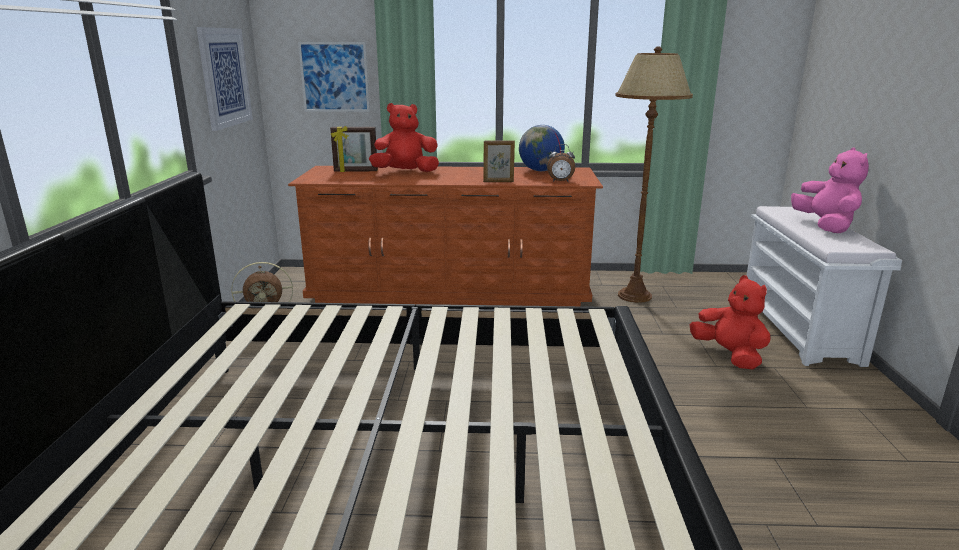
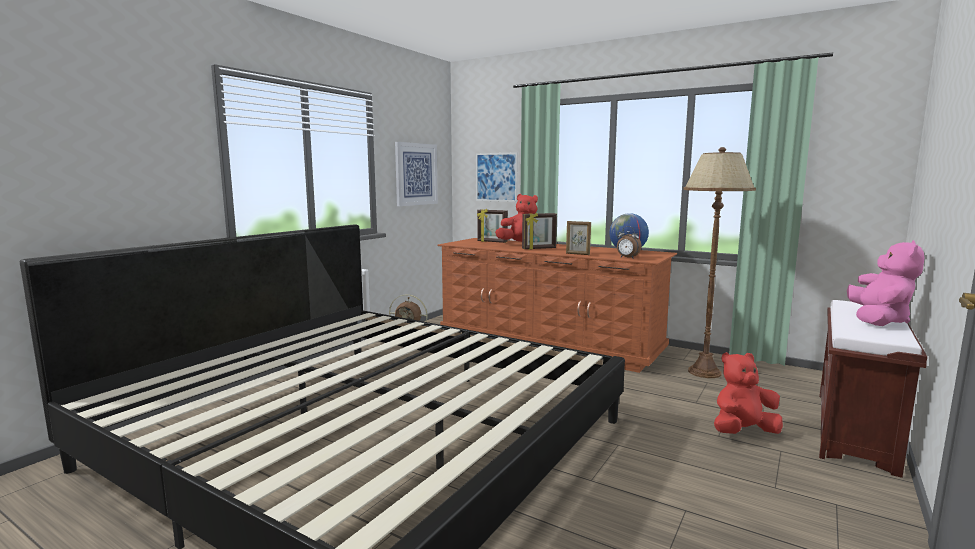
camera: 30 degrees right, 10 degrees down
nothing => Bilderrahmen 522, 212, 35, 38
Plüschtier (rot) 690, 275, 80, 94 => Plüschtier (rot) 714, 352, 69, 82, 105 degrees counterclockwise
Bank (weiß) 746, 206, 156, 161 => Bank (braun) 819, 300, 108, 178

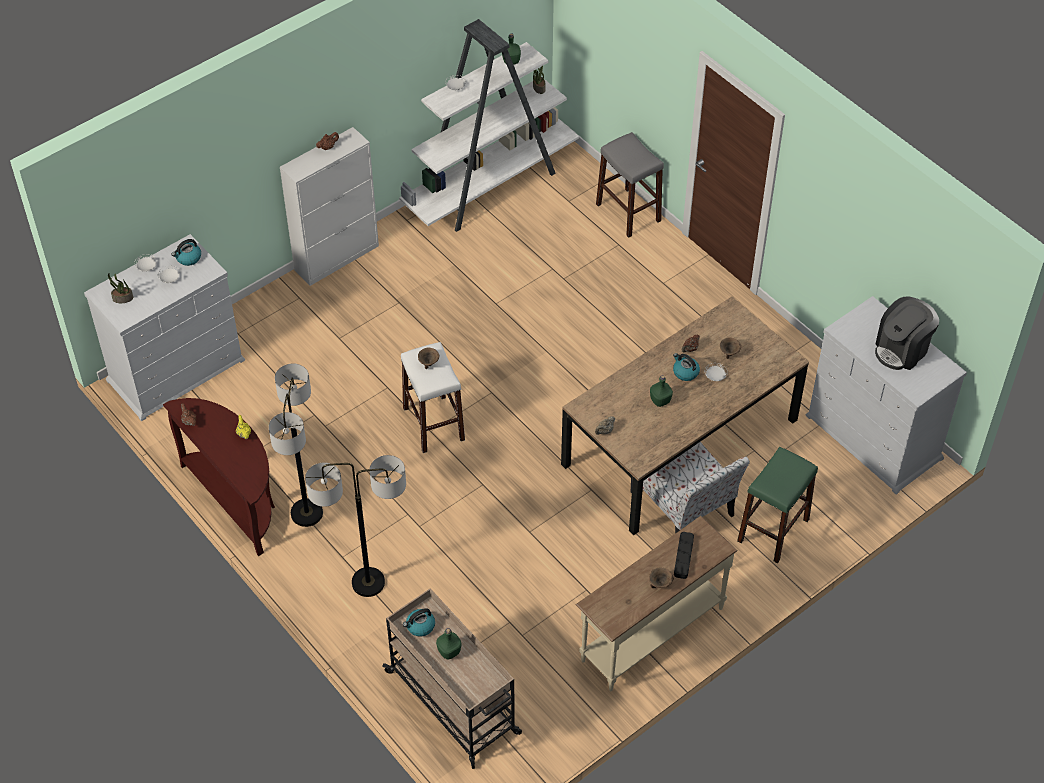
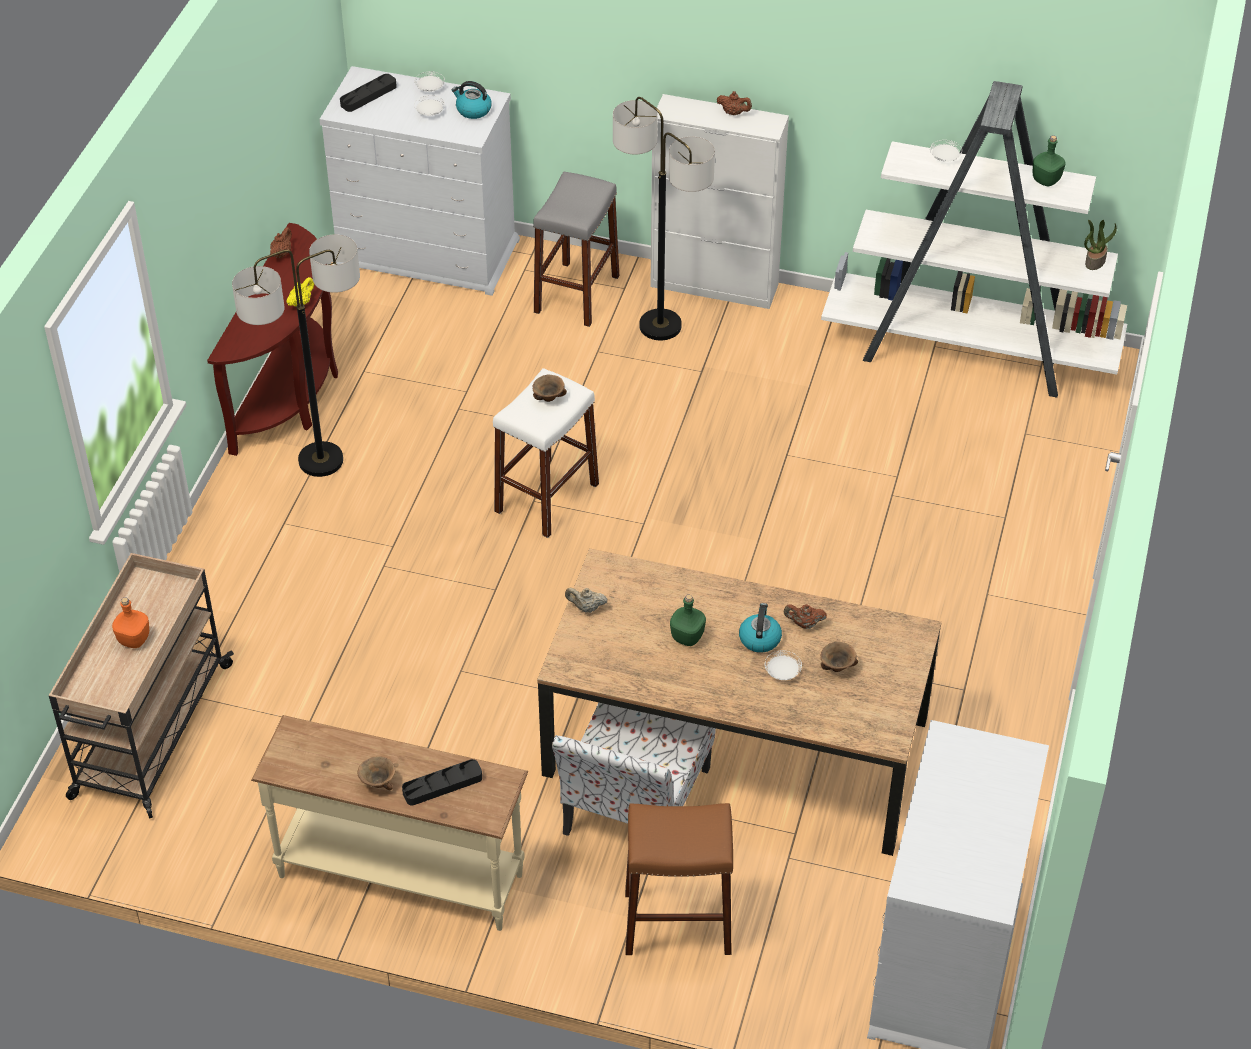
camera: 55 degrees right, 5 degrees down
Flasche (grün) 436, 628, 25, 31 => Flasche (orange) 112, 598, 37, 50
Topfpflanze 108, 273, 25, 30 => Tablett (schwarz) 340, 74, 57, 38
Hocker (grau) 596, 132, 68, 106 => Hocker (grau) 533, 172, 86, 155, shifted
Stehlampe 305, 455, 101, 142 => Stehlampe 613, 97, 102, 243, shifted
Hocker (grün) 737, 447, 81, 116 => Hocker (braun) 625, 803, 108, 152
Wasserkessel 403, 608, 32, 29 => nothing
Kaffeemaschine 875, 296, 64, 74 => nothing

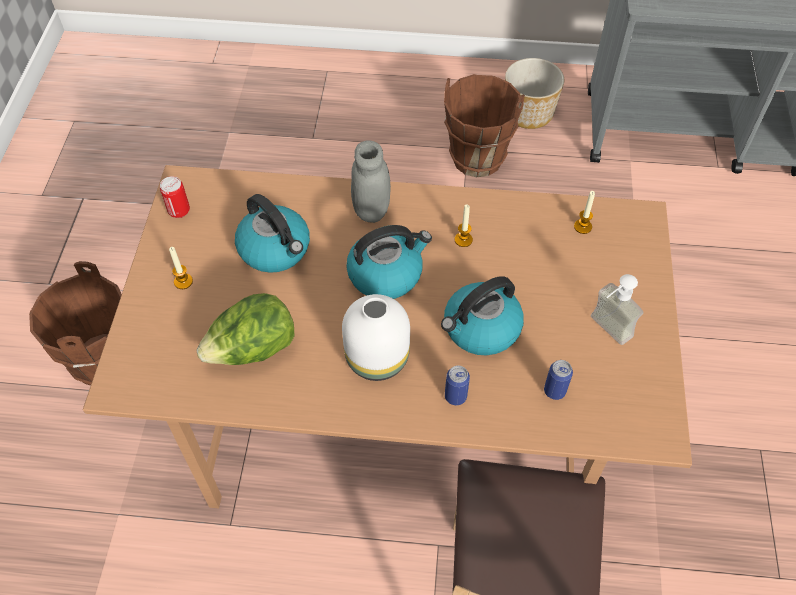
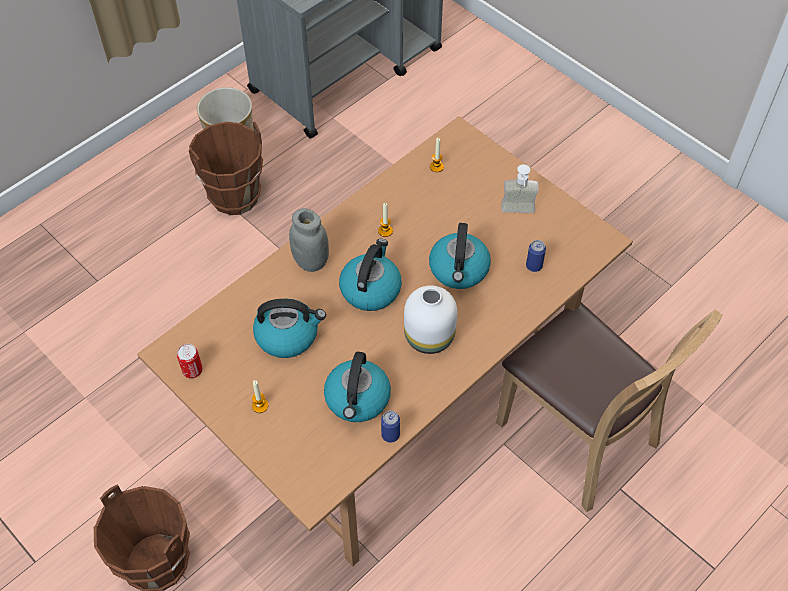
camera: 50 degrees left, 0 degrees up
Salatkopf 196, 293, 99, 72 => Wasserkessel 324, 352, 67, 70
Dose 445, 365, 25, 40 => Dose 381, 411, 19, 32, shifted

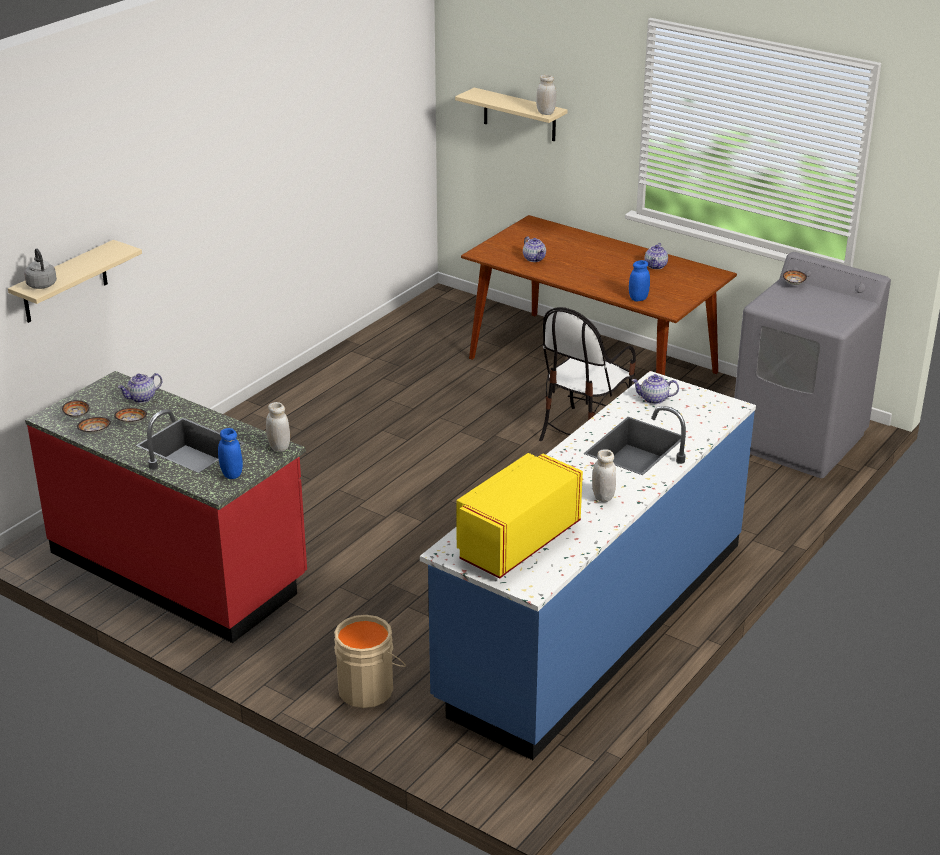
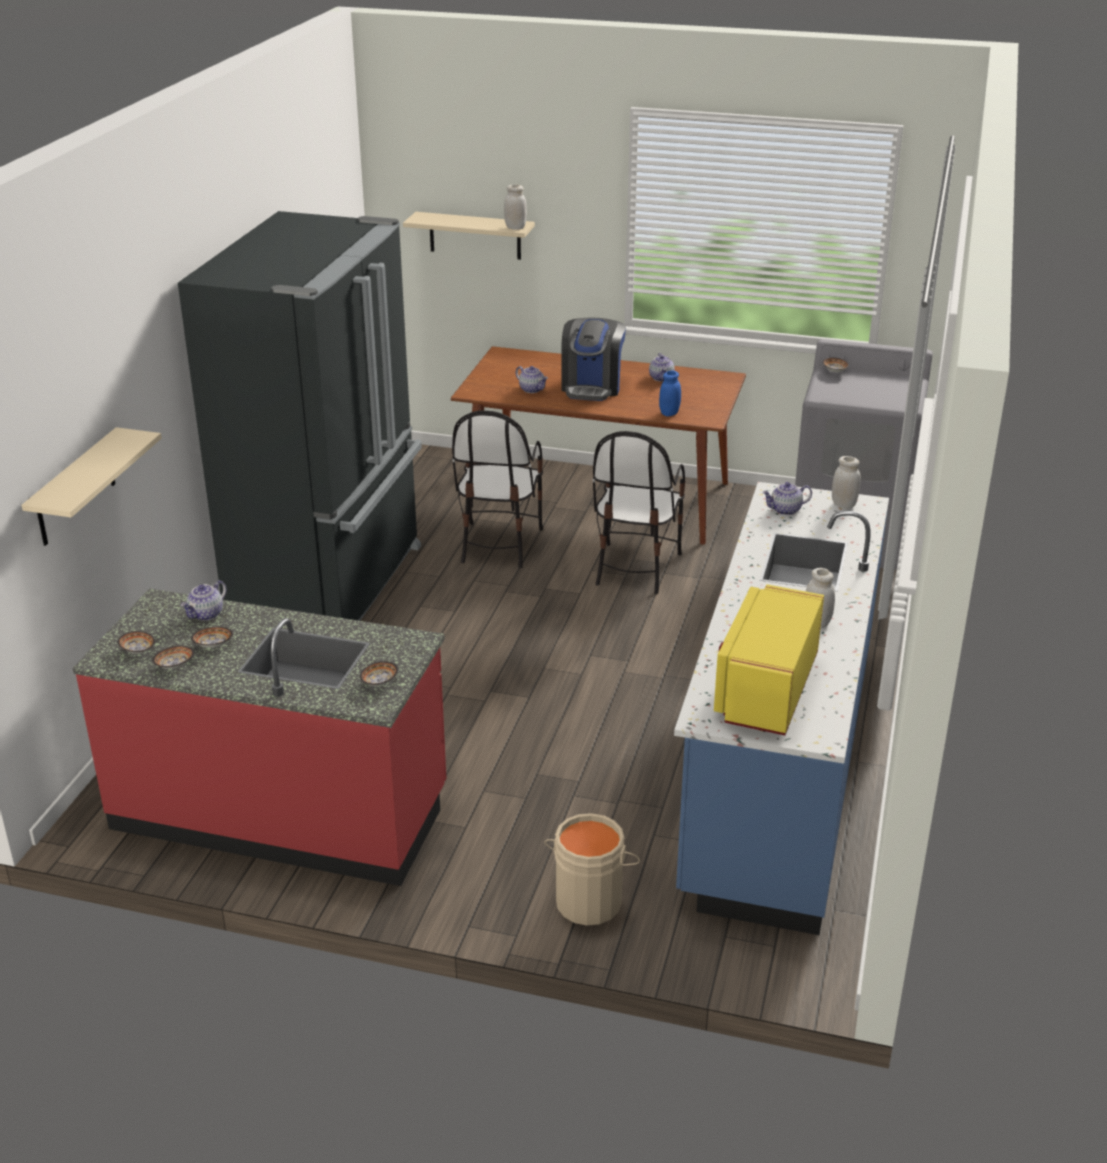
camera: 20 degrees left, 0 degrees up
nothing => Kühlschrank (schwarz) 178, 211, 244, 410
Vorratsglas (blau) 218, 428, 25, 51 => Schüssel 360, 661, 38, 25
nothing => Stuhl 452, 410, 91, 158
nothing => Kaffeemaschine 561, 317, 65, 84
Vorratsglas (weiß) 266, 402, 24, 50 => Vorratsglas (weiß) 832, 456, 29, 53, shifted
Wasserkessel (grau) 24, 248, 33, 41 => nothing

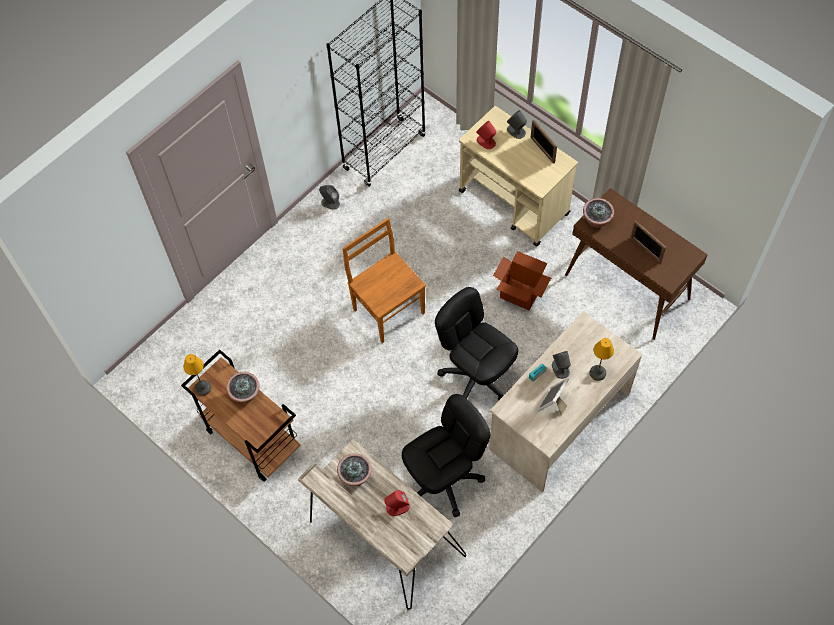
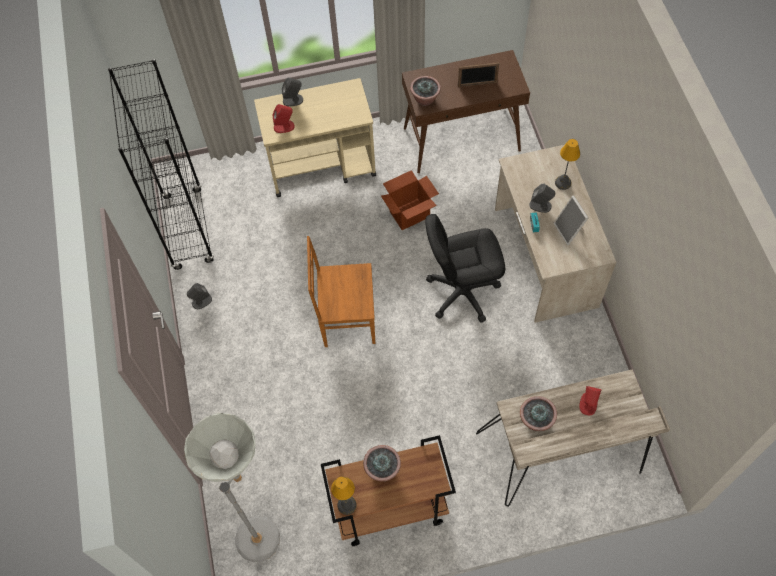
camera: 55 degrees left, 0 degrees up
nothing => Stehlampe (grau) 184, 413, 96, 149
Bürostuhl (schwarz) 402, 394, 88, 123 => nothing
Bilderrahmen 531, 120, 26, 44 => nothing

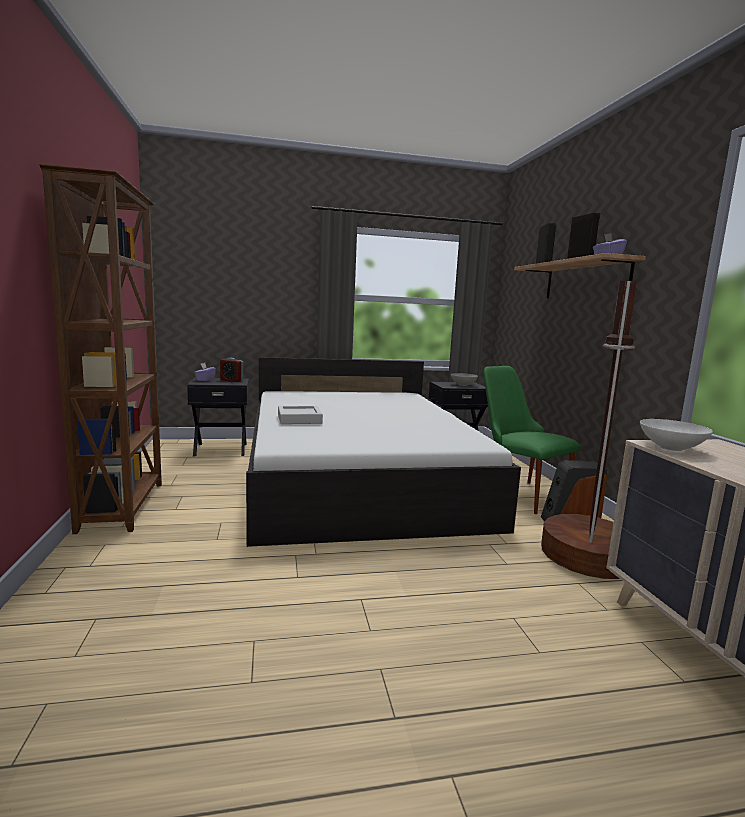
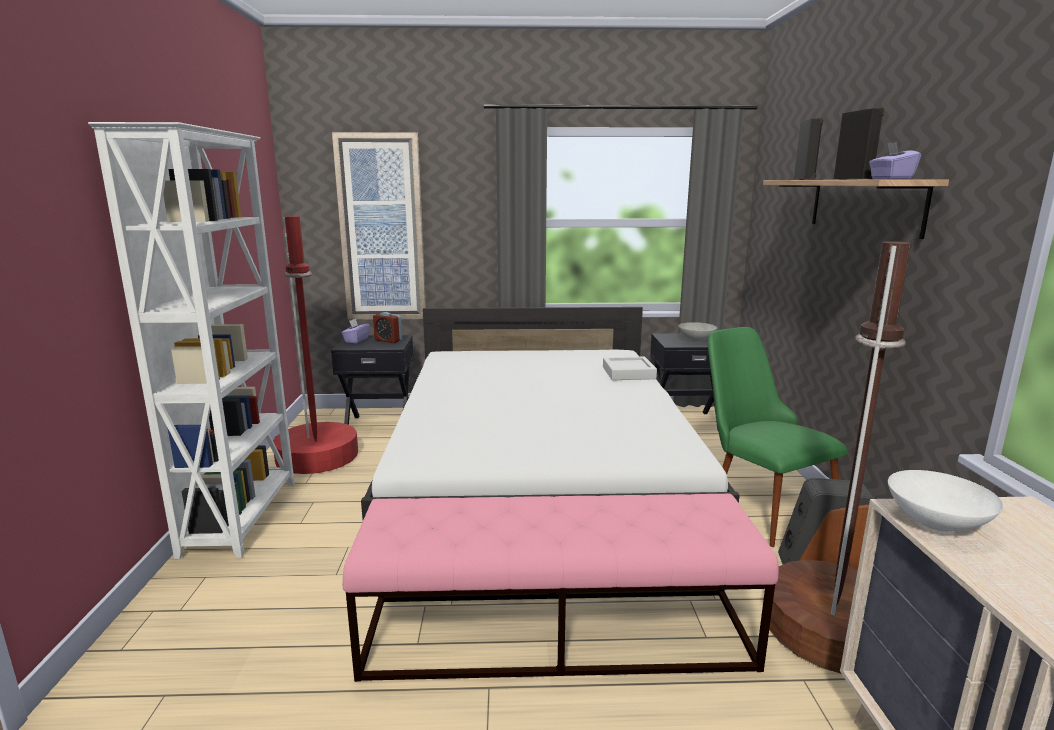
camera: 10 degrees right, 5 degrees up
Bücherregal (braun) 39, 164, 123, 370 => Bücherregal (weiß) 88, 122, 207, 437
nothing => Stehlampe (rot) 273, 216, 85, 258
nothing => Bild 332, 132, 94, 188
nothing => Bank (rosa) 342, 494, 437, 188
Tablett (grau) 278, 406, 45, 18 => Tablett (grau) 603, 356, 54, 24, shifted

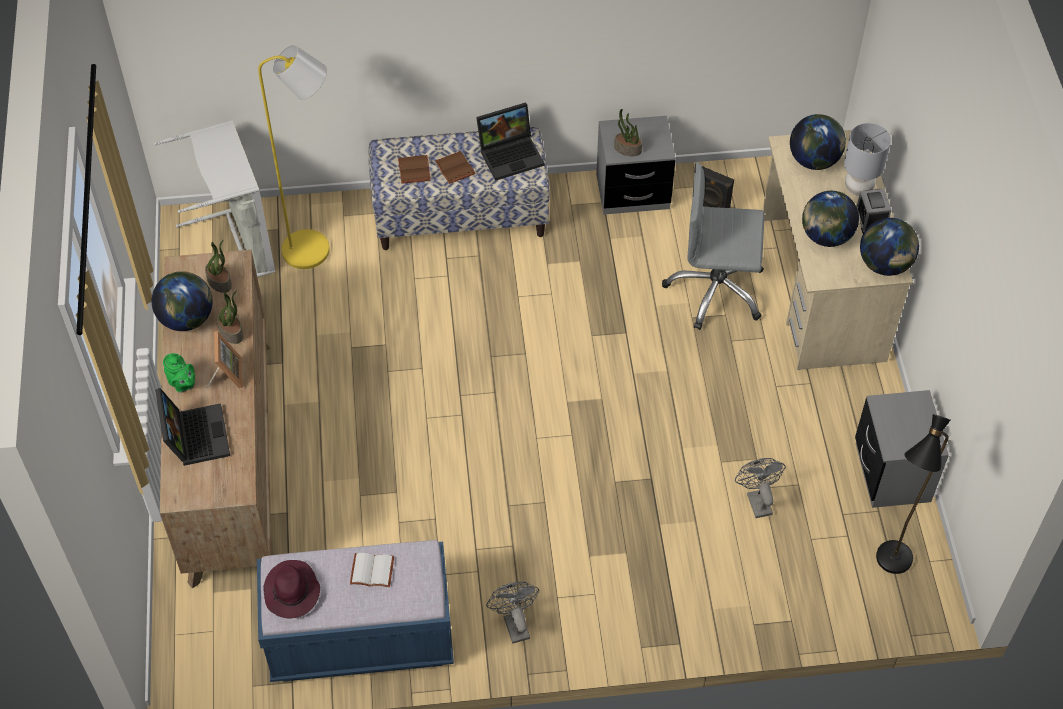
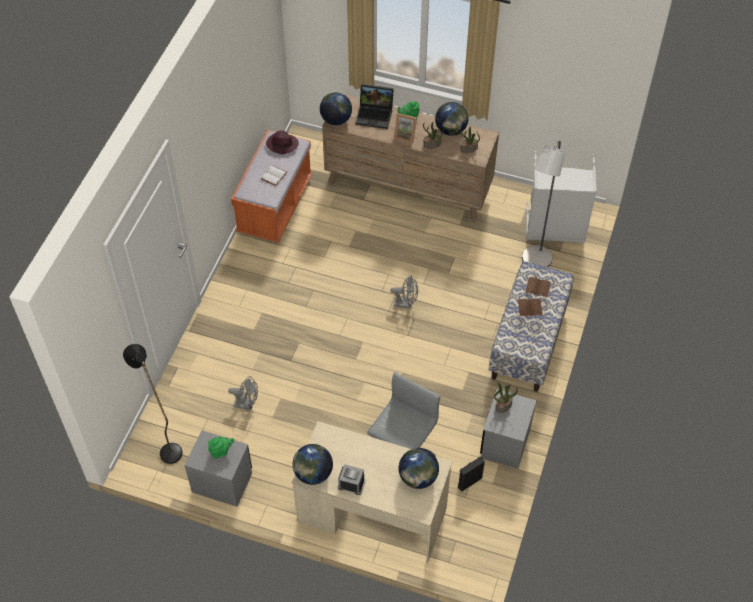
camera: 115 degrees right, 0 degrees up
nothing => Teekanne (grün) 208, 436, 26, 23
Bank (blau) 257, 540, 197, 142 => Bank (orange) 231, 130, 82, 113
Globus 802, 191, 57, 56 => Globus 320, 92, 32, 33, shifted
Ventilator (grau) 486, 582, 53, 62 => Ventilator (grau) 390, 275, 28, 34, shifted
Stehlampe (gelb) 258, 45, 72, 224 => Stehlampe (grau) 522, 141, 43, 126
Laptop 476, 102, 68, 79 => nothing
Tischlampe (grau) 844, 123, 47, 73 => nothing

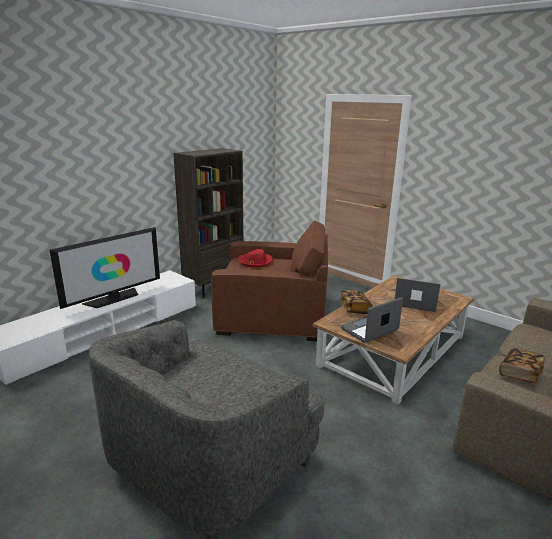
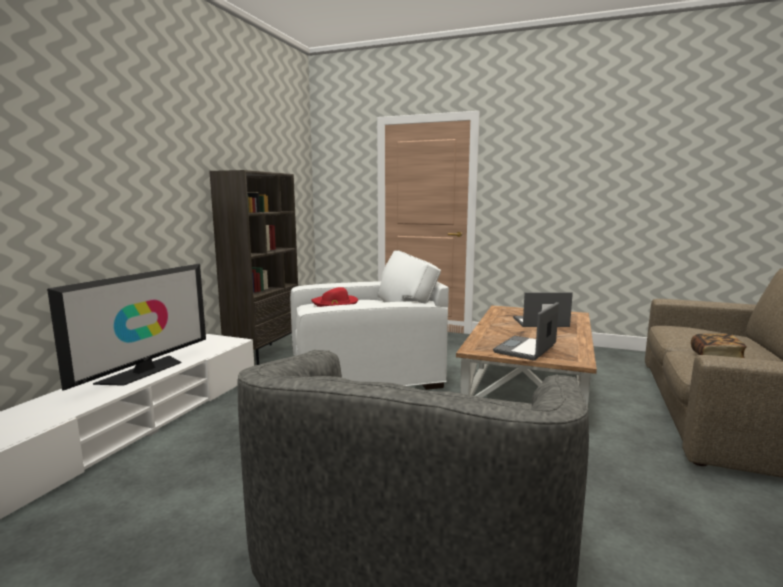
camera: 20 degrees left, 10 degrees down
Sessel (braun) 211, 221, 117, 120 => Sessel (weiß) 290, 250, 159, 140
Buch 339, 290, 34, 24 => nothing

